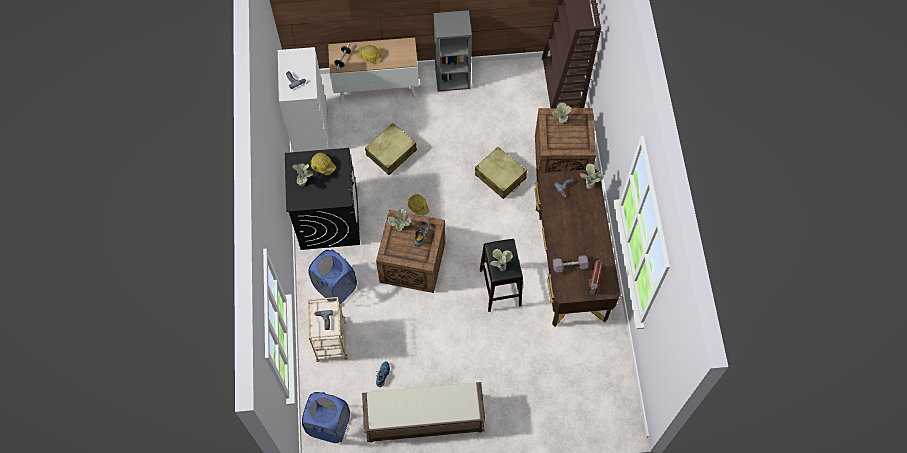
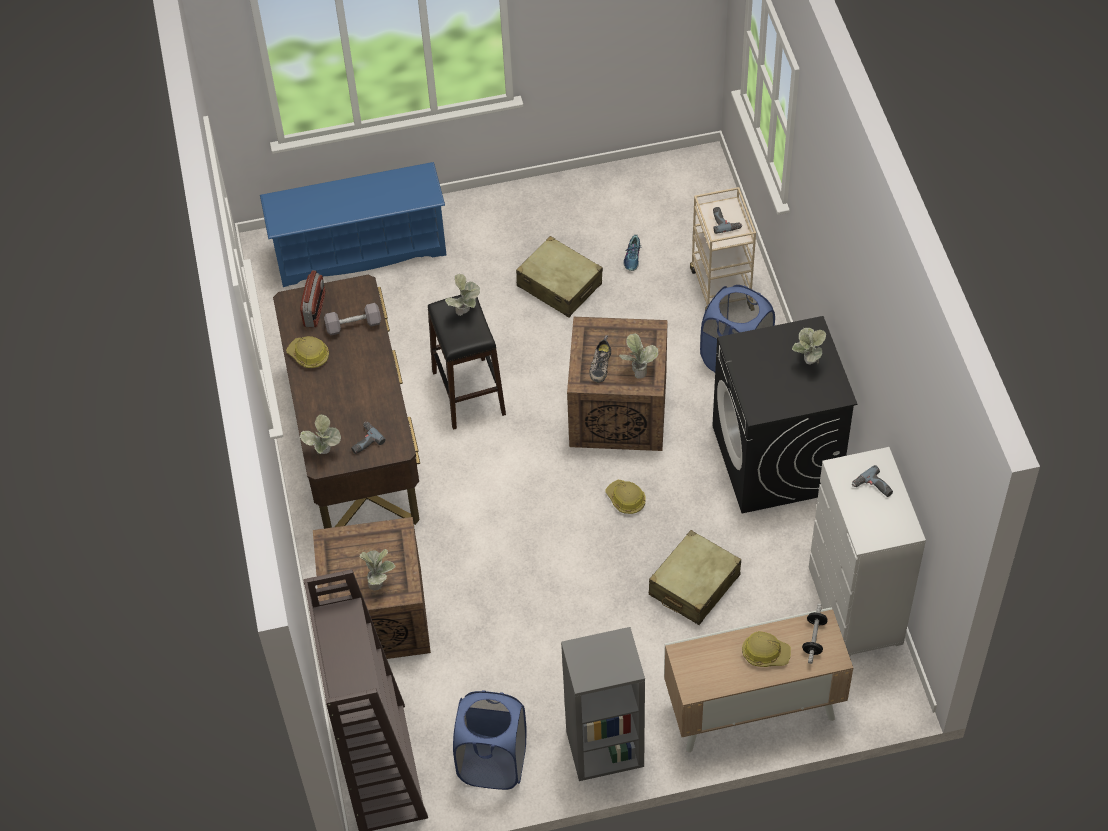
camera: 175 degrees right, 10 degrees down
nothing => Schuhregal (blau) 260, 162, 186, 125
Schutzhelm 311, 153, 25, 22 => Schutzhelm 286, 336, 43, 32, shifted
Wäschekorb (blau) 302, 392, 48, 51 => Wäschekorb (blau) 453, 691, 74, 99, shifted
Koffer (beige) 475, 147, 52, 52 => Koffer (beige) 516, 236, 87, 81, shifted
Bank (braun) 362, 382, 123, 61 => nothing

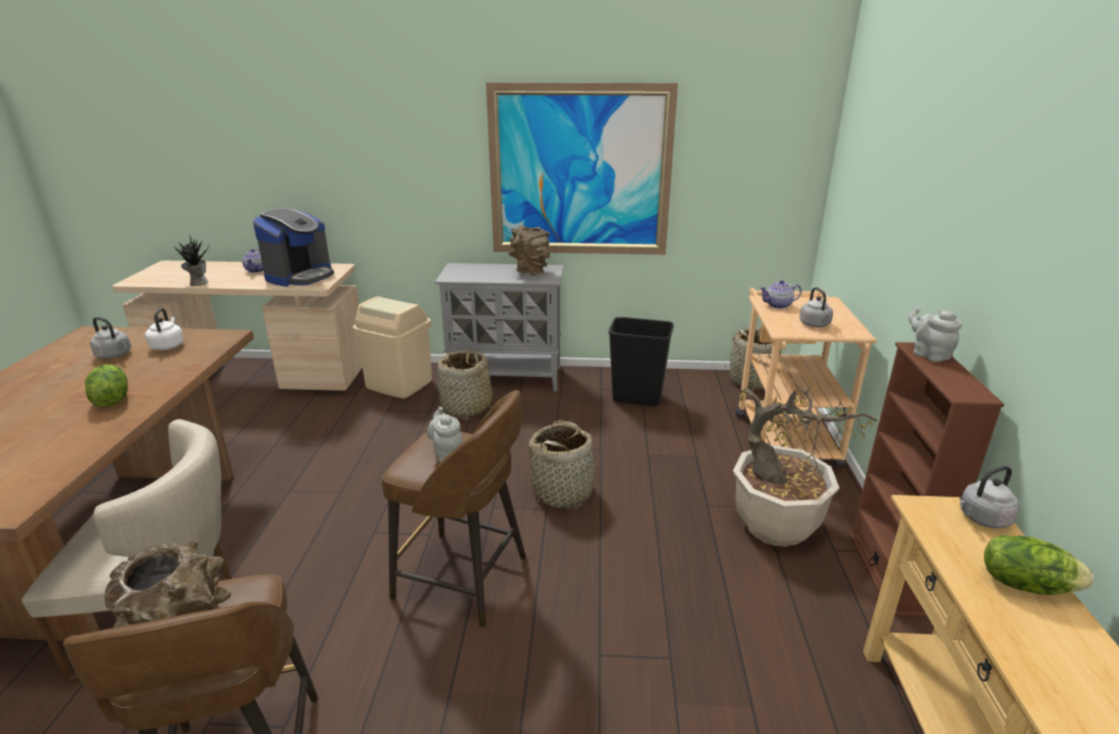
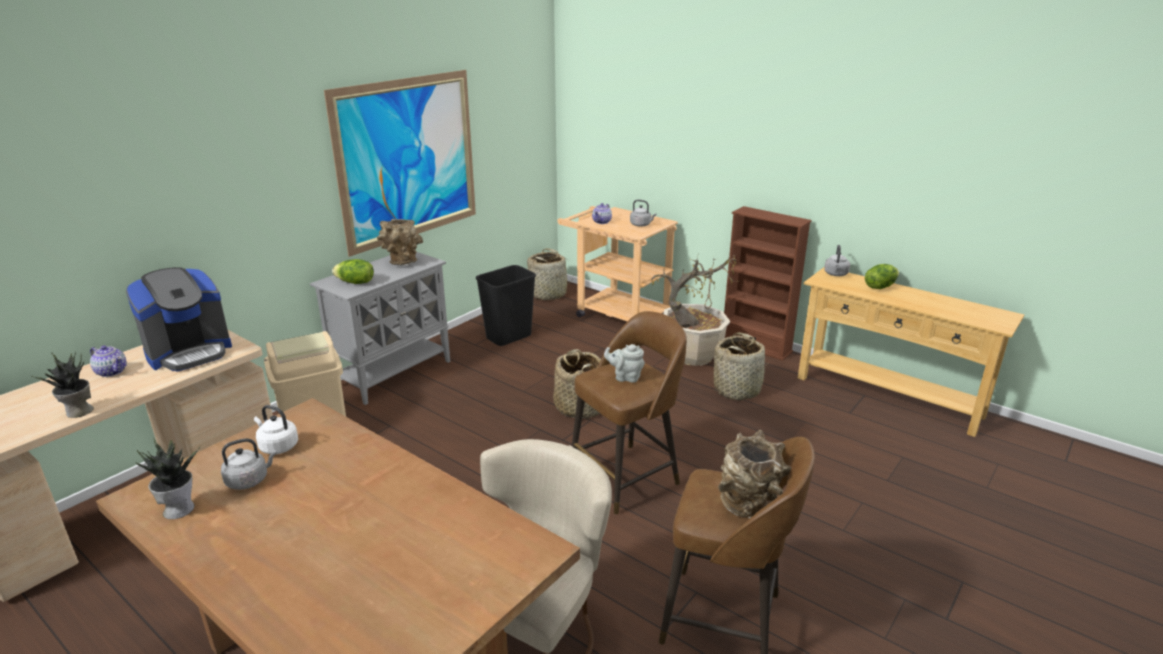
camera: 55 degrees left, 0 degrees up
Kaffeemaschine 253, 208, 81, 79 => Kaffeemaschine 126, 267, 106, 104, 75 degrees clockwise
nothing => Topfpflanze 135, 439, 65, 80
Salatkopf 85, 364, 43, 43 => Salatkopf 332, 259, 42, 25, shifted
Korb 438, 349, 60, 68 => Korb 714, 333, 54, 67, shifted
Teekanne (grau) 908, 308, 54, 54 => nothing

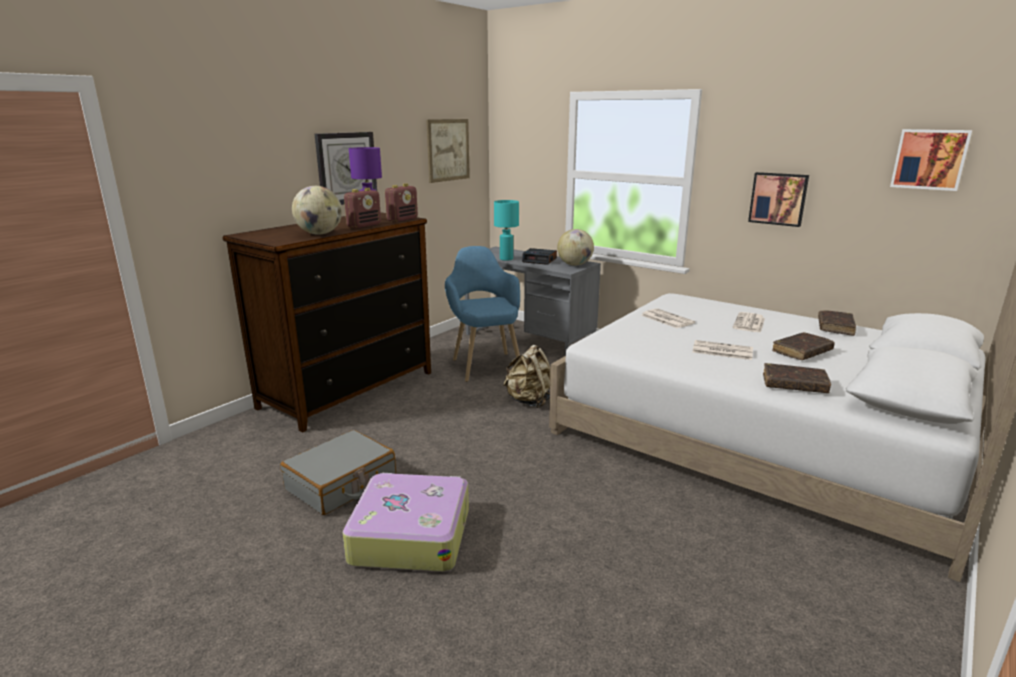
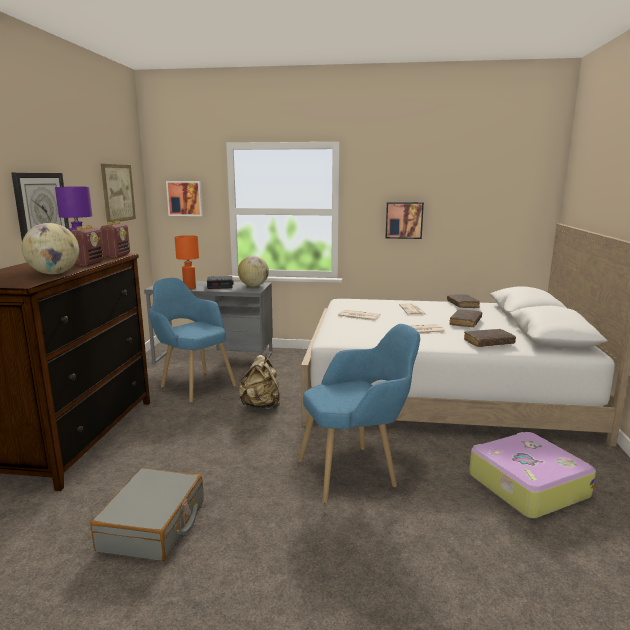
camera: 30 degrees left, 5 degrees down
Bild 890, 129, 82, 62 => Bild 166, 181, 37, 35, shifted
Tischlampe (türkis) 494, 200, 25, 61 => Tischlampe (orange) 175, 235, 24, 54
nothing => Sessel (blau) 298, 324, 122, 179
Koffer 343, 473, 126, 99 => Koffer 469, 432, 127, 86, shifted

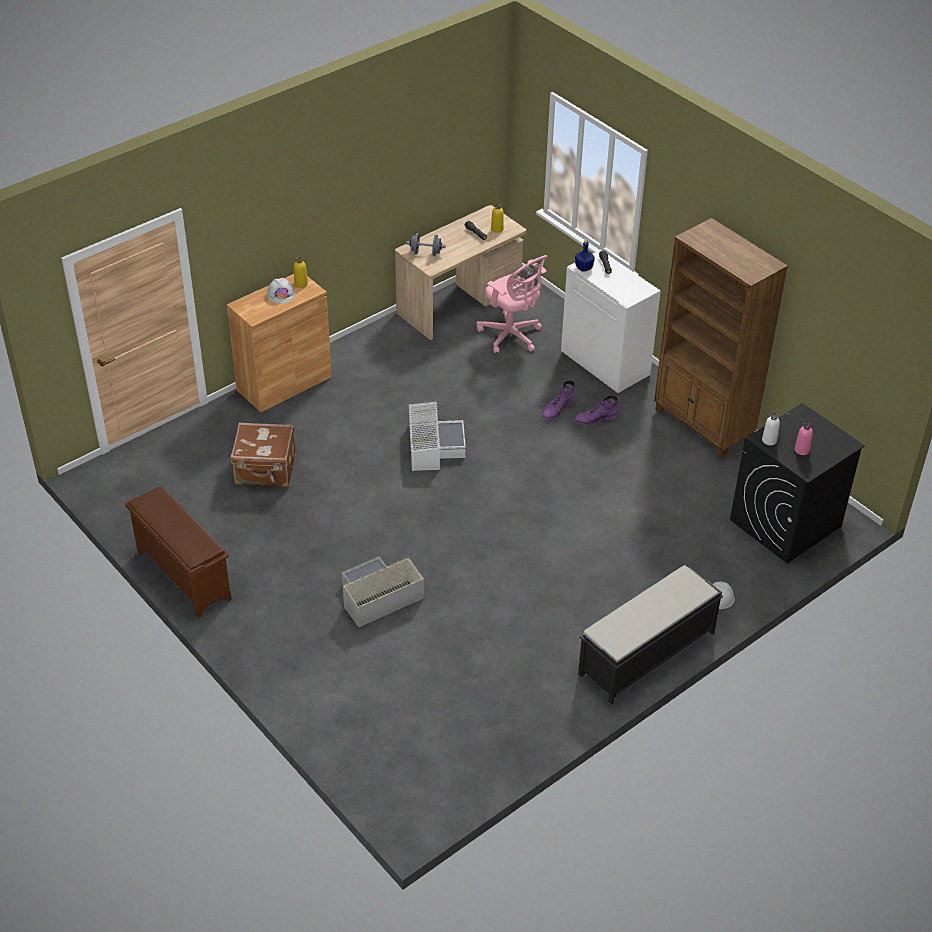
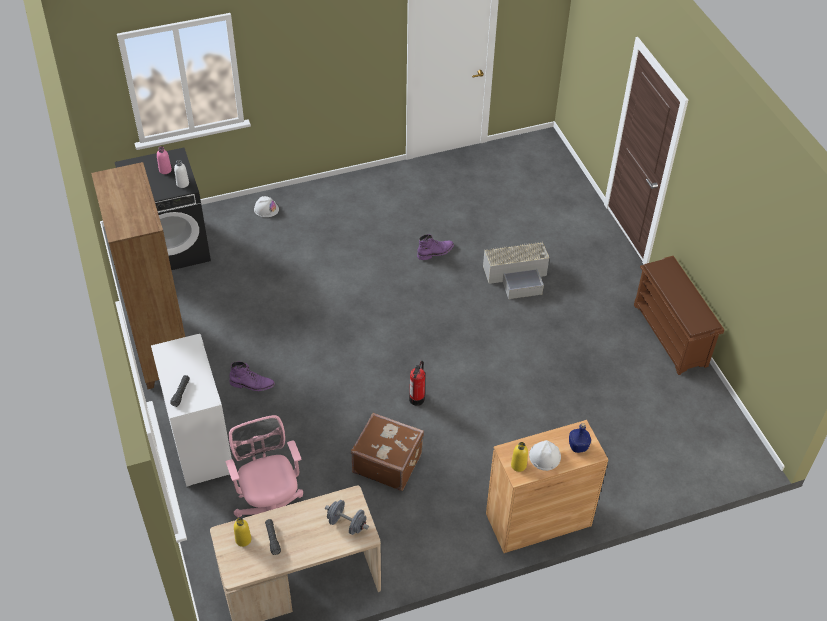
camera: 160 degrees left, 5 degrees up
Koffer (braun) 231, 423, 65, 64 => Koffer (braun) 351, 412, 73, 79, shifted
Aufbewahrungsbox (weiß) 409, 402, 57, 69 => Feuerlöscher 409, 361, 16, 45
Stiefel (lila) 542, 380, 33, 40 => Stiefel (lila) 417, 234, 37, 26, shifted
Flasche (blau) 575, 240, 20, 32 => Flasche (blau) 569, 423, 22, 30, shifted
Bank (schwarz) 578, 565, 145, 139 => nothing

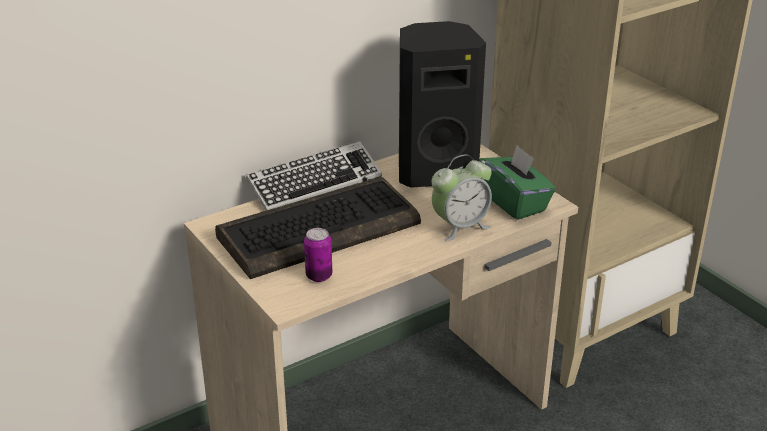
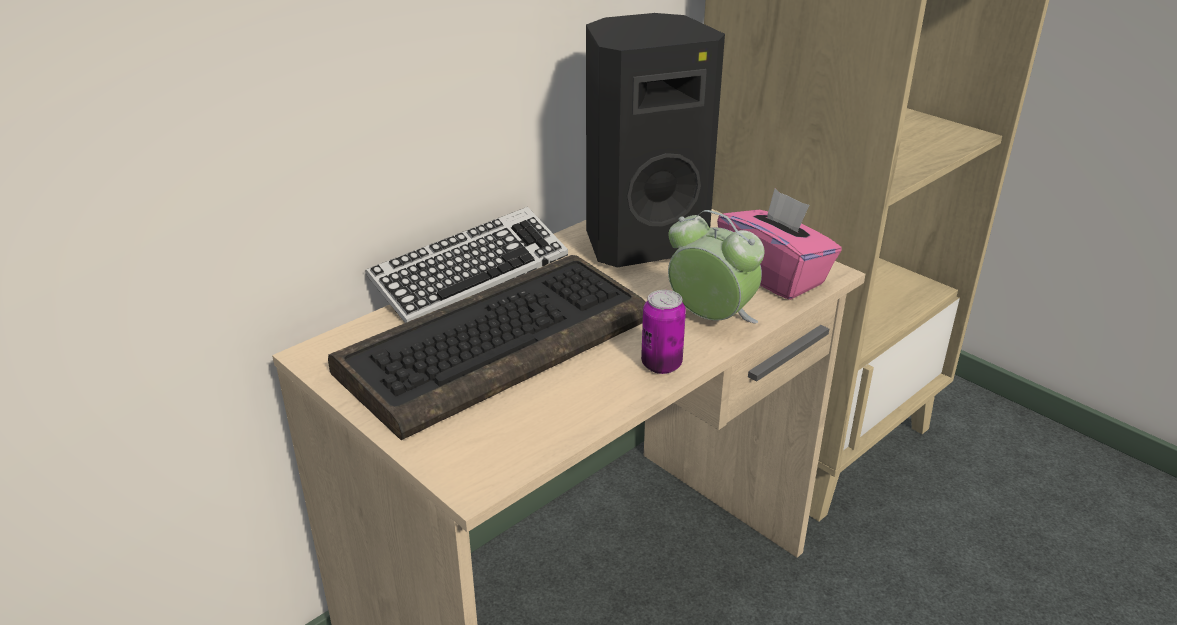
camera: 10 degrees left, 0 degrees up
Dose 304, 228, 28, 54 => Dose 641, 290, 45, 84, shifted
Wecker 431, 154, 61, 87 => Wecker 668, 210, 96, 114, 105 degrees counterclockwise
Taschentuchbox (grün) 479, 145, 77, 75 => Taschentuchbox (rosa) 717, 189, 125, 111

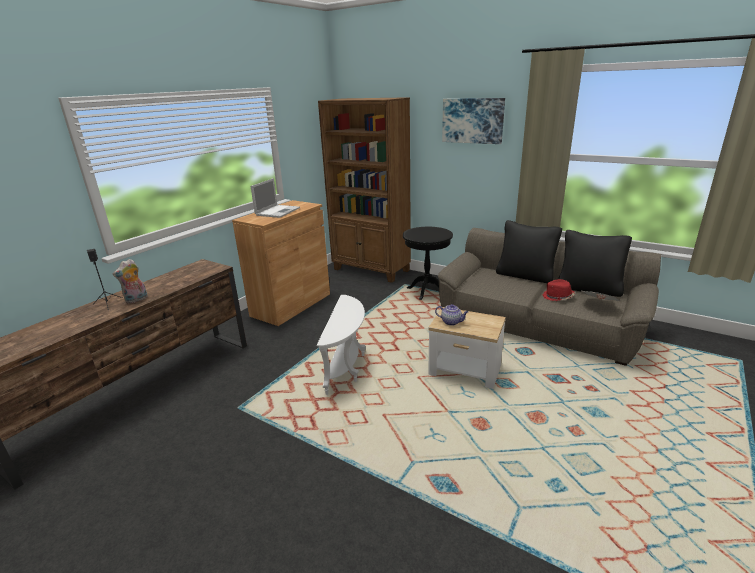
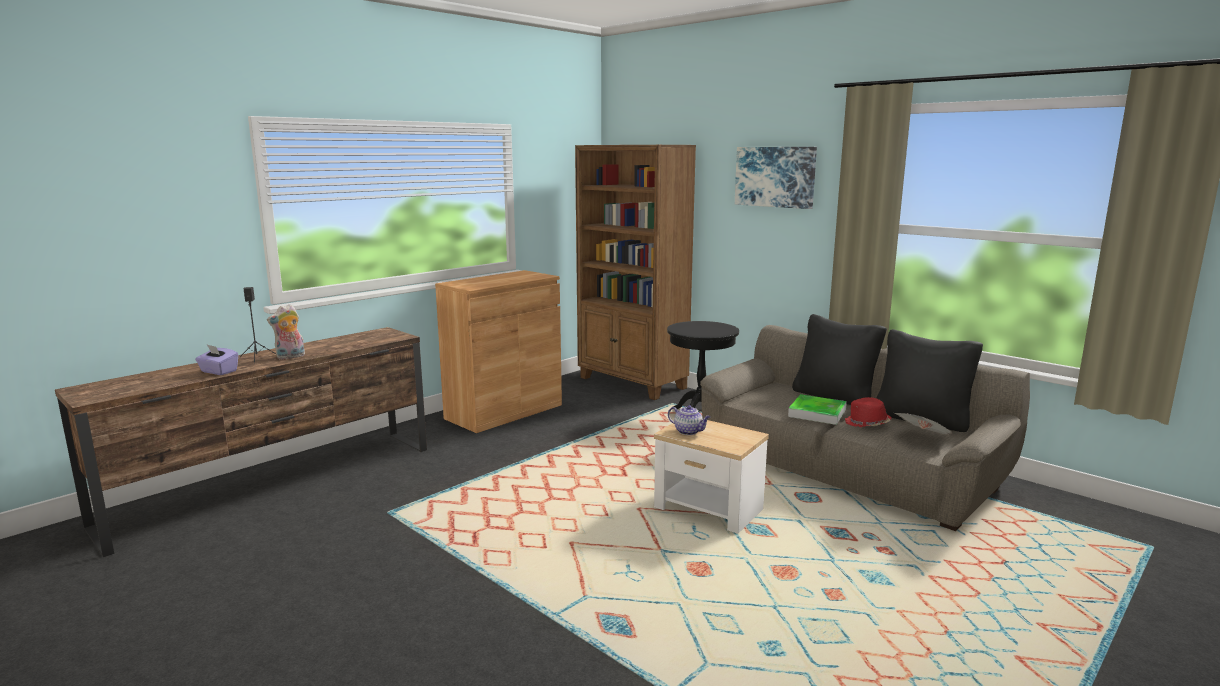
camera: 10 degrees right, 10 degrees down
nothing => Taschentuchbox (lila) 195, 345, 43, 30
nothing => Tablett 788, 394, 59, 31
Laptop 251, 178, 49, 40 => nothing
Beistelltisch (weiß) 317, 295, 49, 100 => nothing

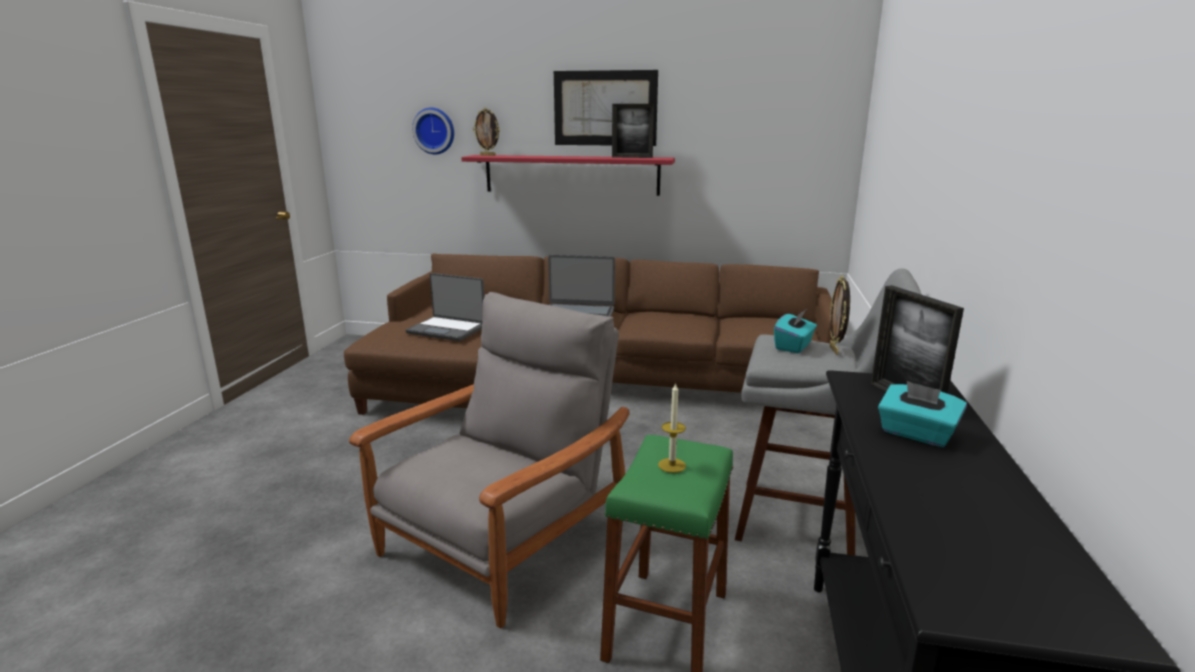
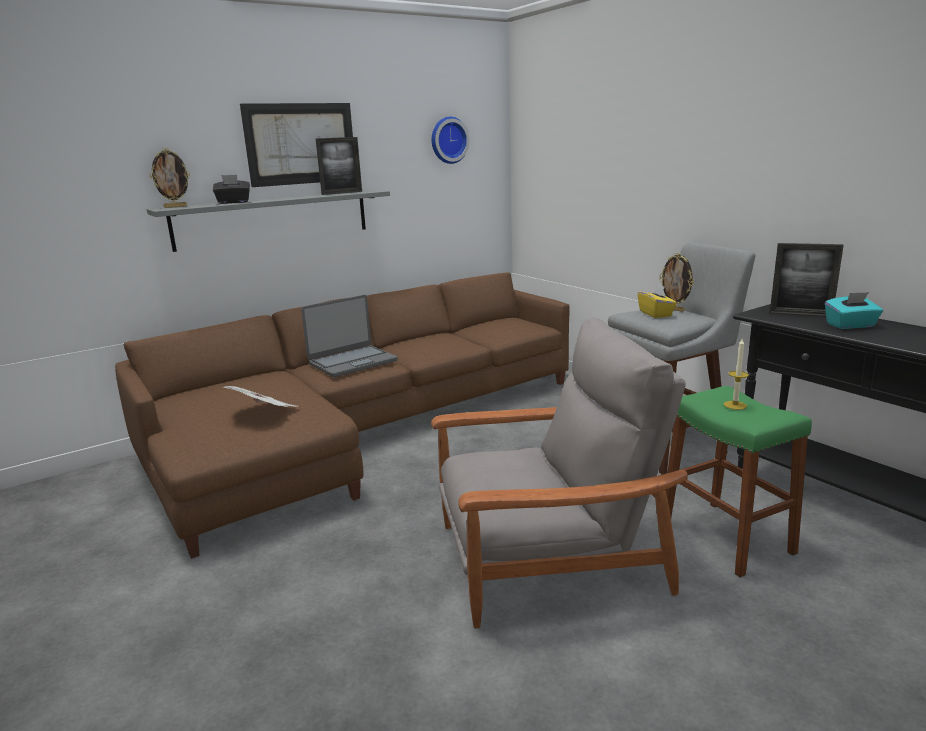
camera: 45 degrees left, 0 degrees up
Wandregal (rot) 461, 155, 214, 41 => Wandregal (grau) 147, 190, 243, 62
nothing => Taschentuchbox (schwarz) 213, 175, 37, 29
Laptop 406, 273, 78, 68 => Zeitung 223, 386, 73, 21
Sessel (grau) 349, 292, 280, 337 => Sessel (grau) 431, 318, 257, 310, 90 degrees clockwise
Wanduhr 412, 108, 42, 46 => Wanduhr 432, 117, 38, 47, shifted
Taschentuchbox (türkis) 774, 310, 43, 43 => Taschentuchbox (gelb) 638, 284, 38, 34

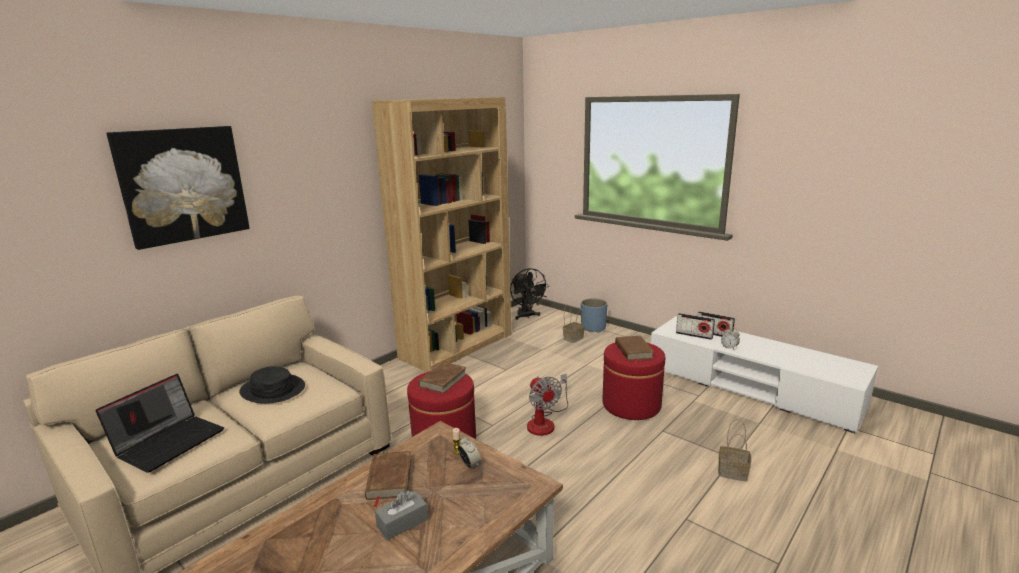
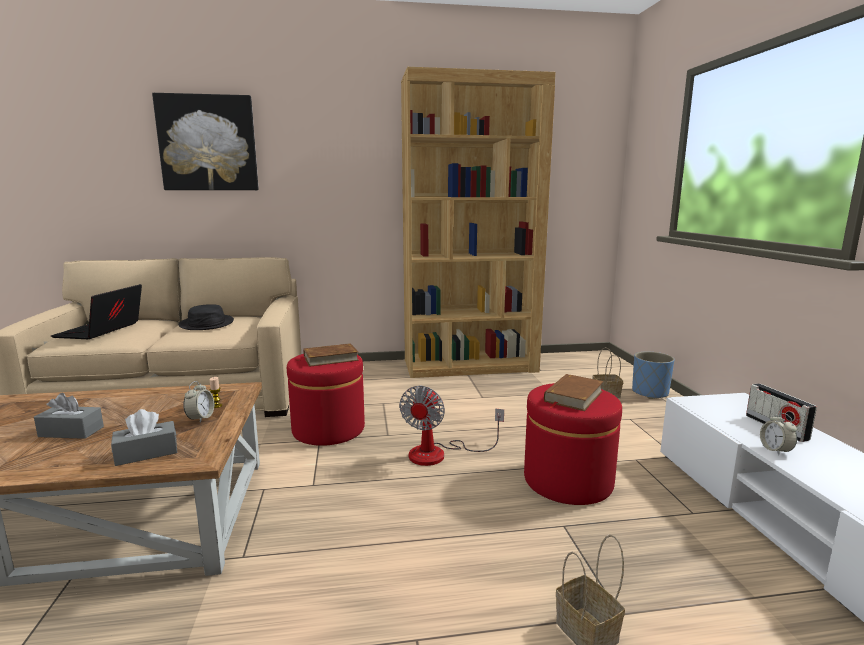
camera: 40 degrees right, 5 degrees down
Laptop 96, 374, 128, 99 => Laptop 51, 284, 91, 55, 120 degrees clockwise
nothing => Taschentuchbox (grau) 111, 409, 67, 57
Buch (braun) 365, 451, 46, 56 => nothing
Ventilator (schwarz) 510, 268, 39, 52 => nothing
Radio 676, 313, 39, 27 => nothing

